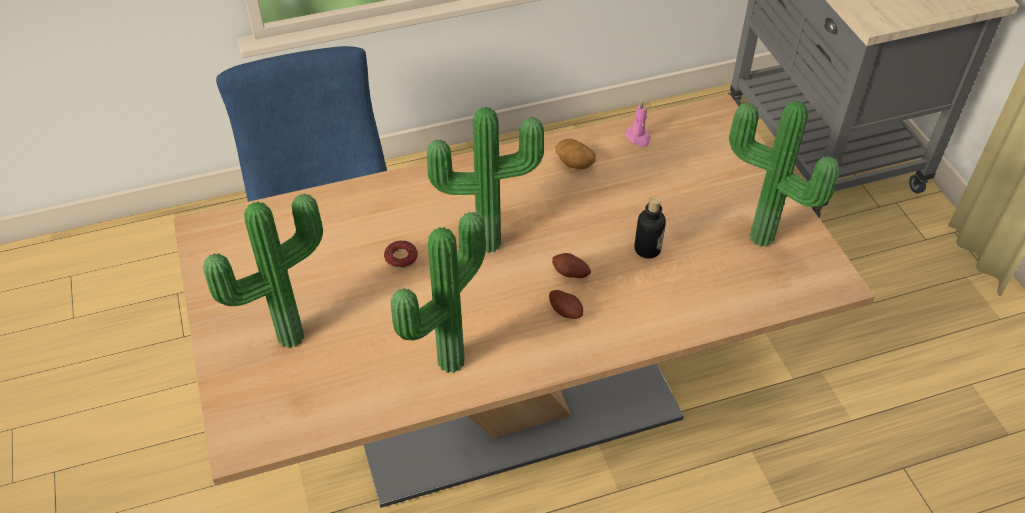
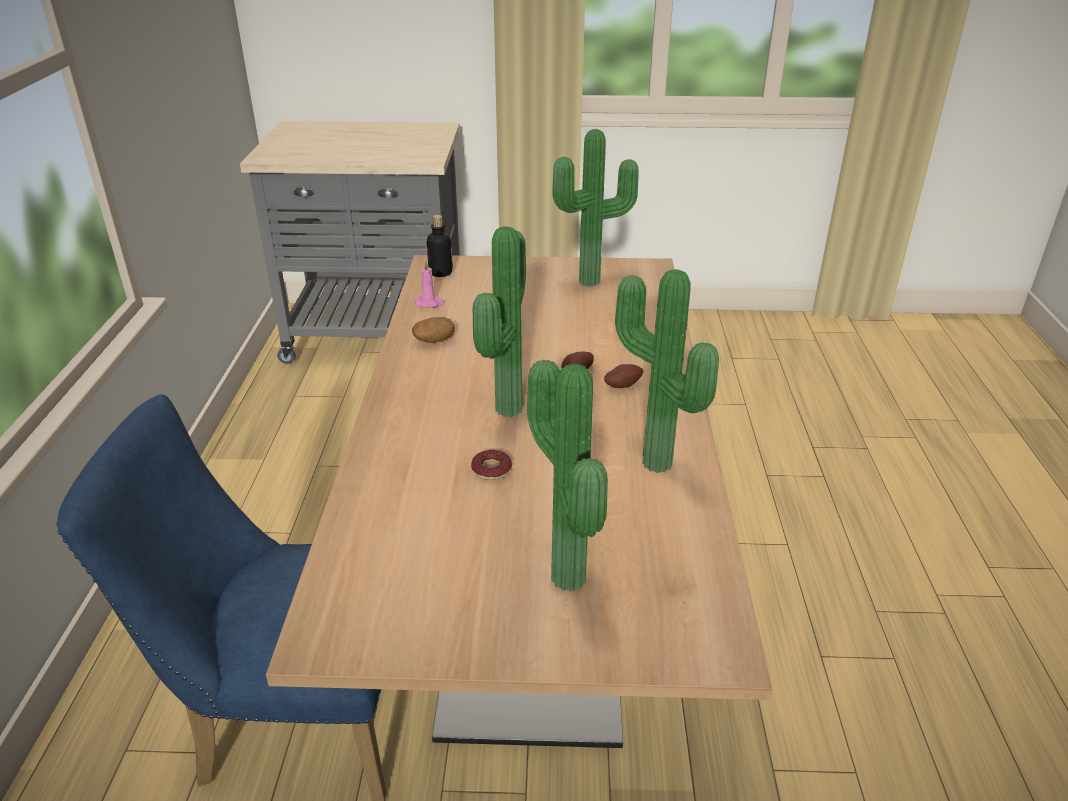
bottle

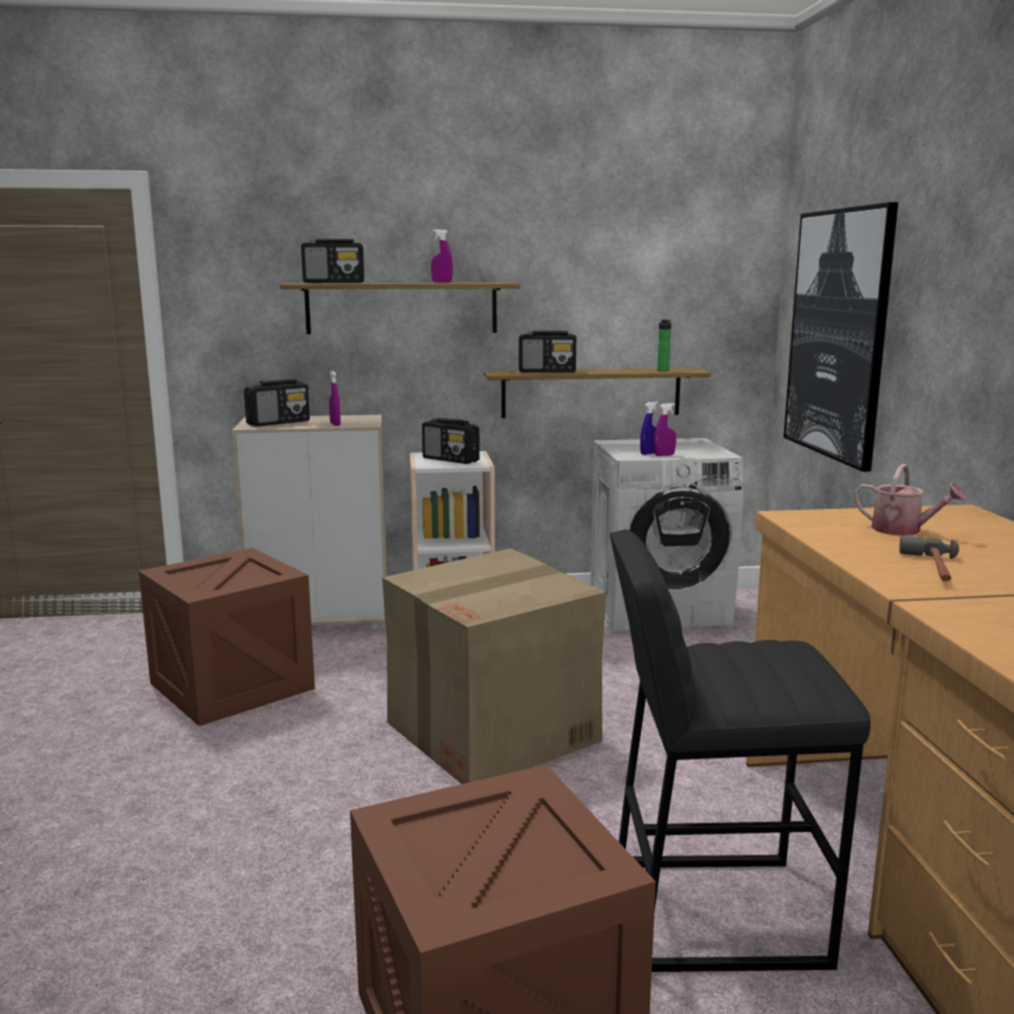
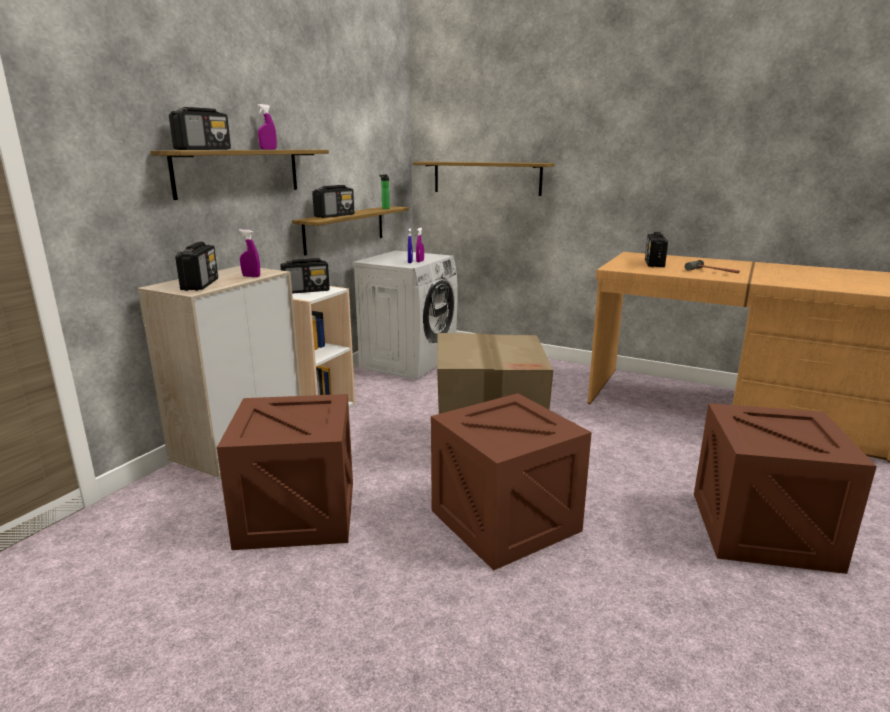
stool seat in blackish
bracket shelf (3rd from left)
radio receiver (5th from left)
shipping crate (2nd from left)

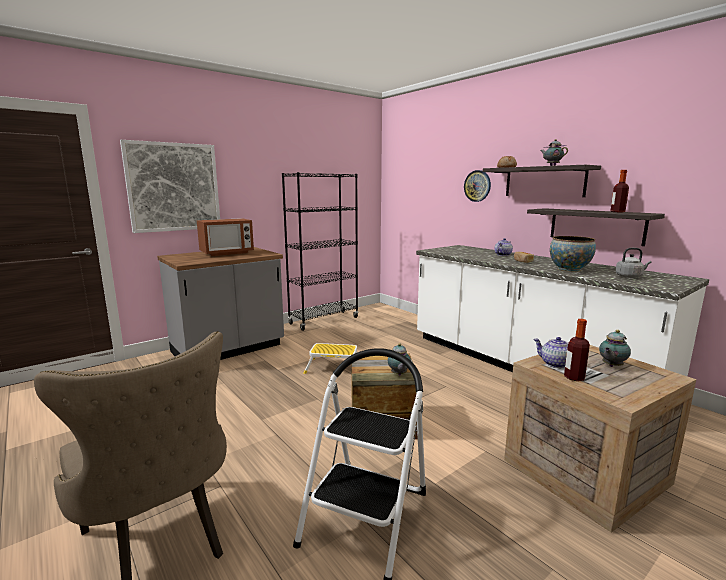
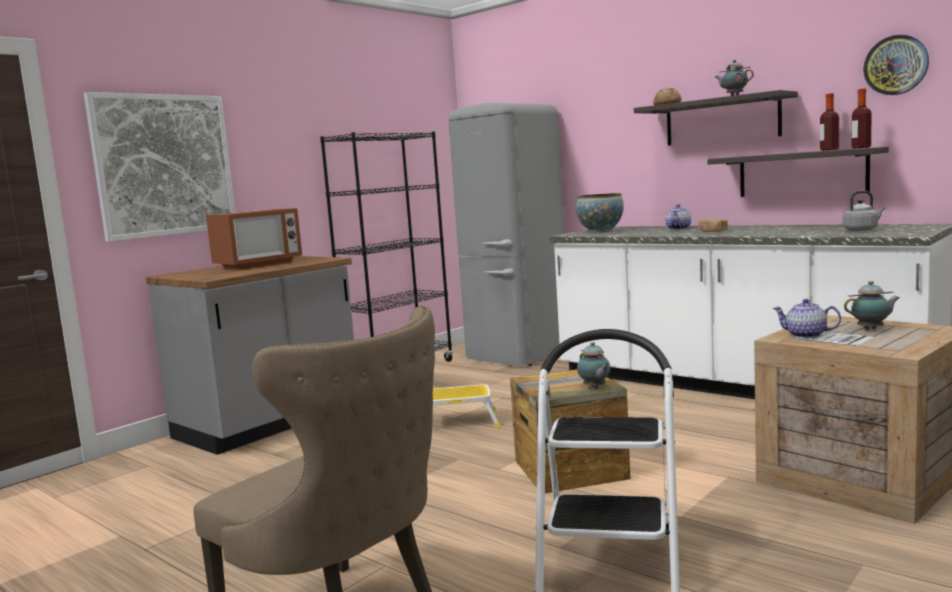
wall clock
bowl
bottle (2nd from left)
pot for tea (5th from left)
kitchen fridge in gray

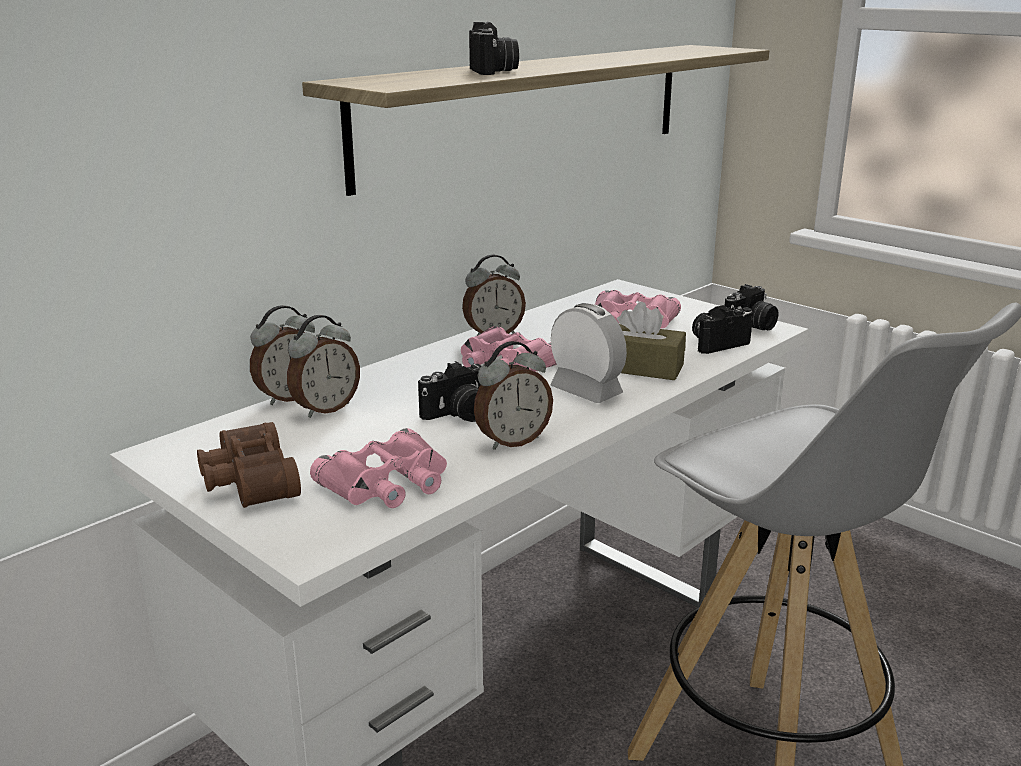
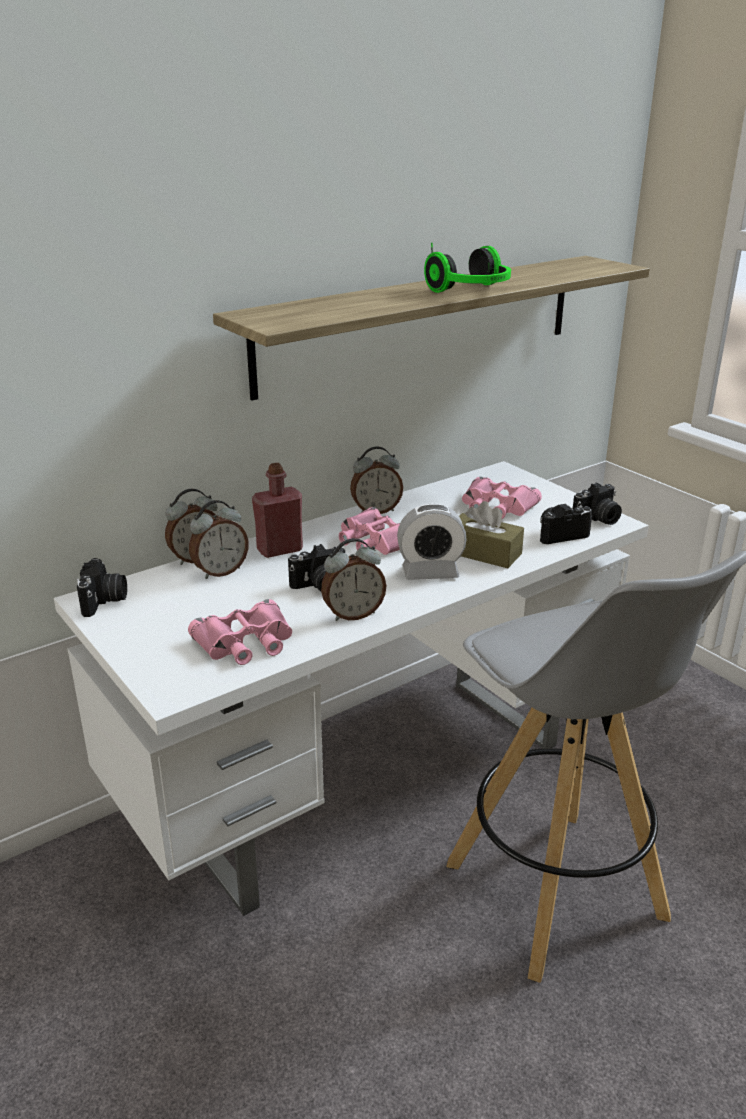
pair of binoculars in brown
still camera (1st from left)
bedside clock (5th from left)
bottle in red-coloured
headphones

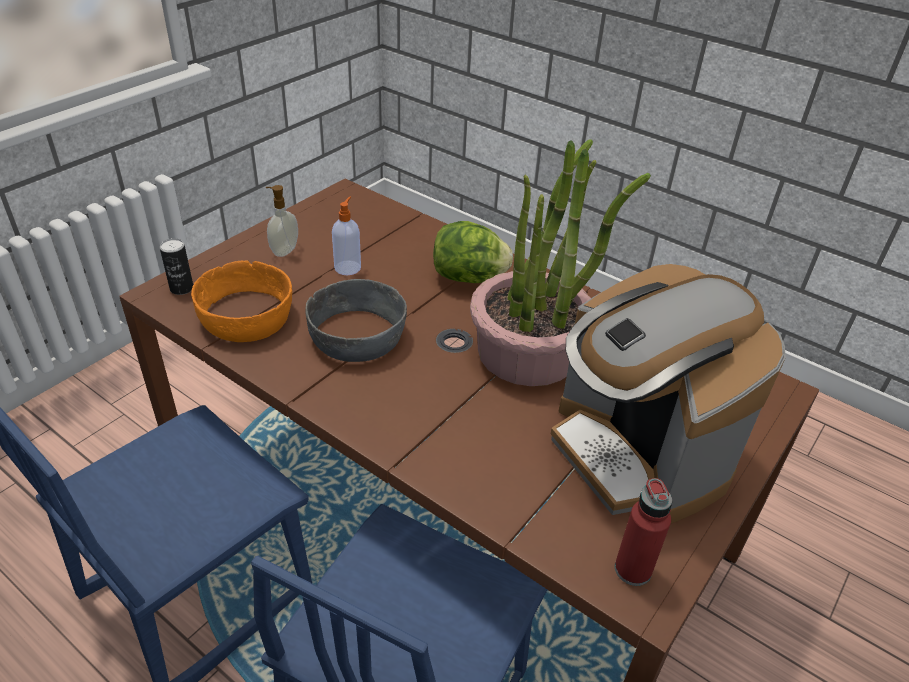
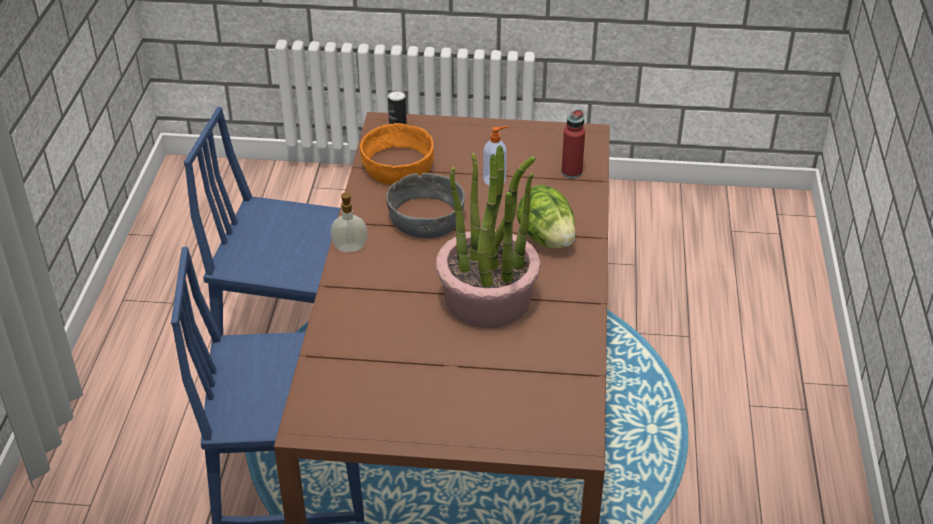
soap dispenser (1st from left)
coffee machine
bottle in red-coloured

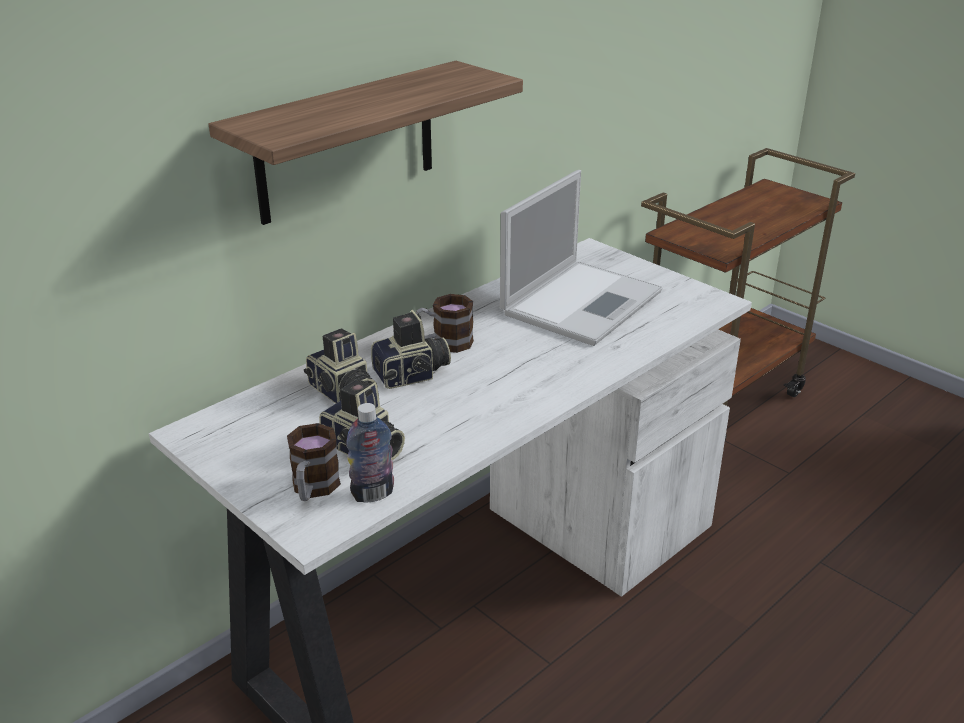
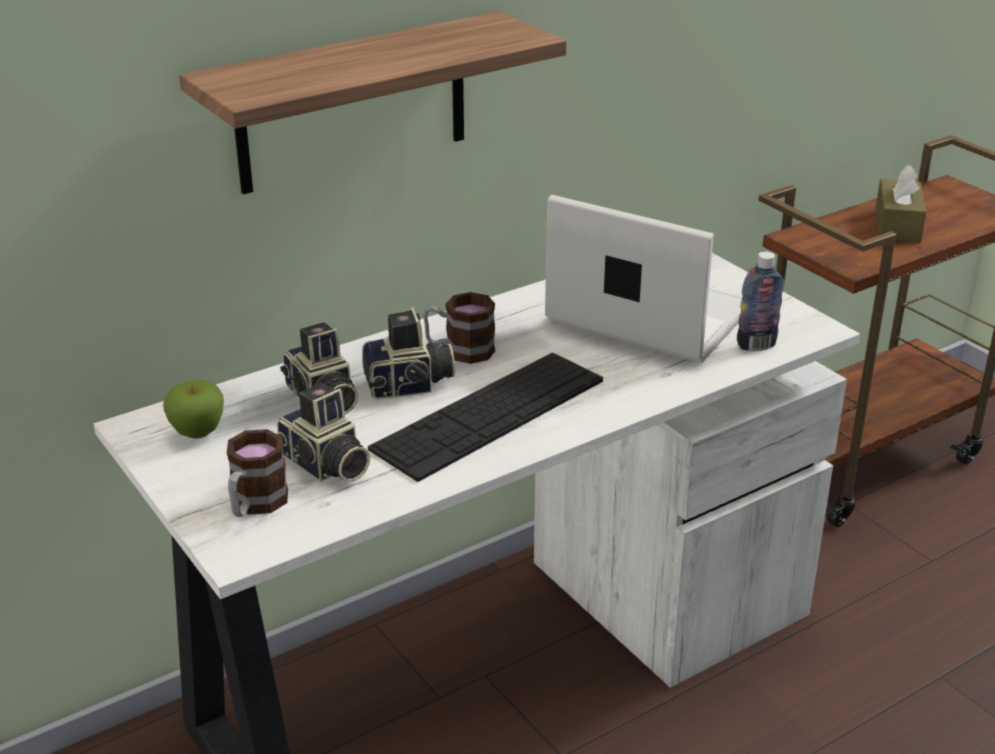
bottle
notebook computer
whole apple
keyboard
tissue box in brown

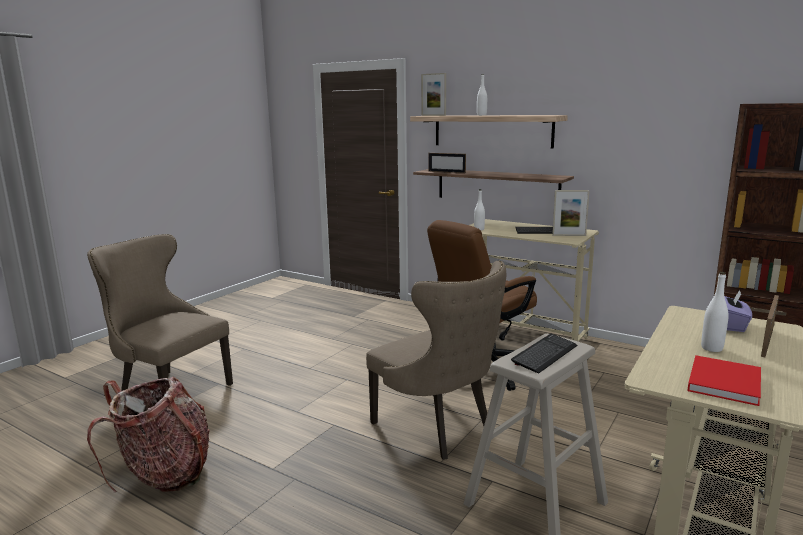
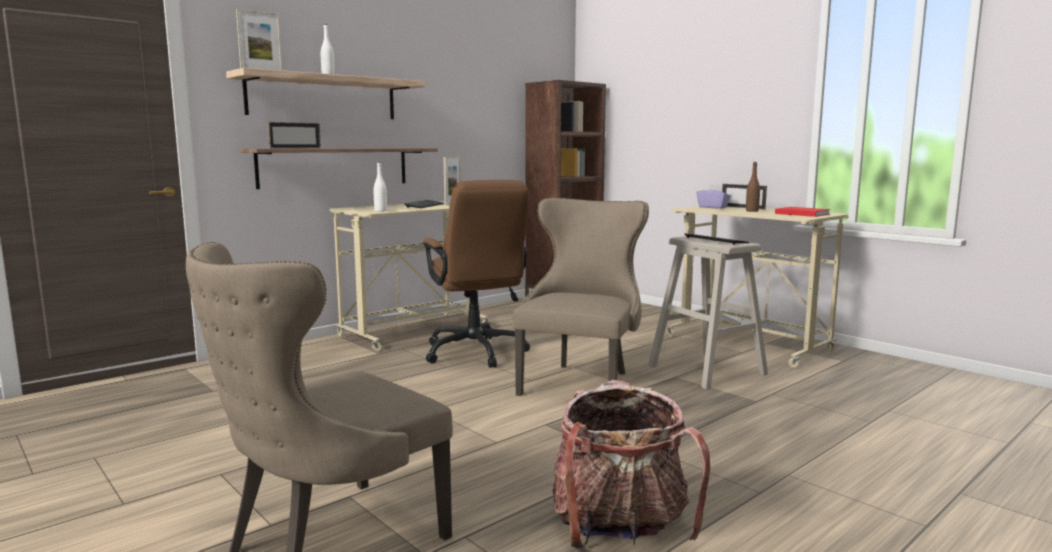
chair in beige (2nd from left)
bottle in brown

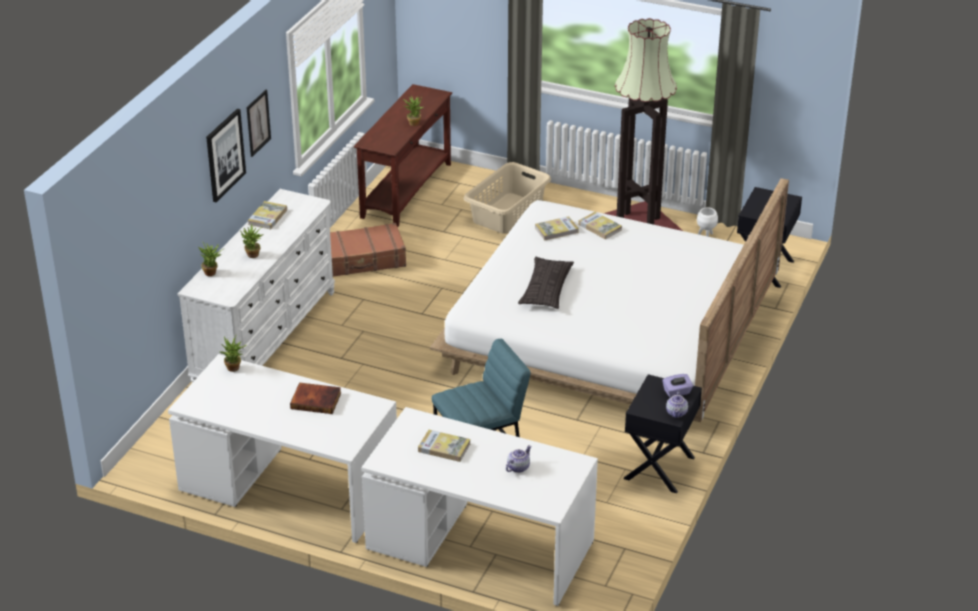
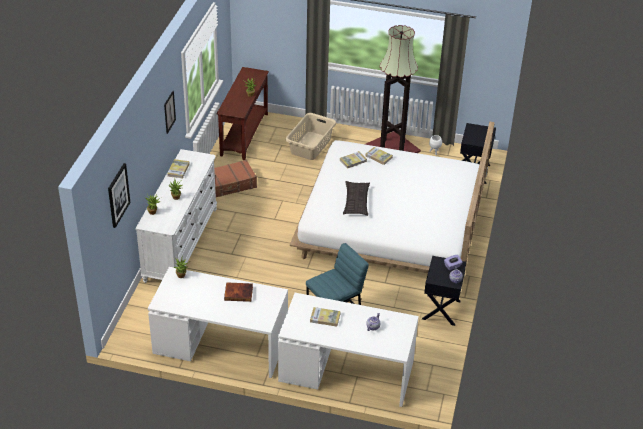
wall picture (1st from left)

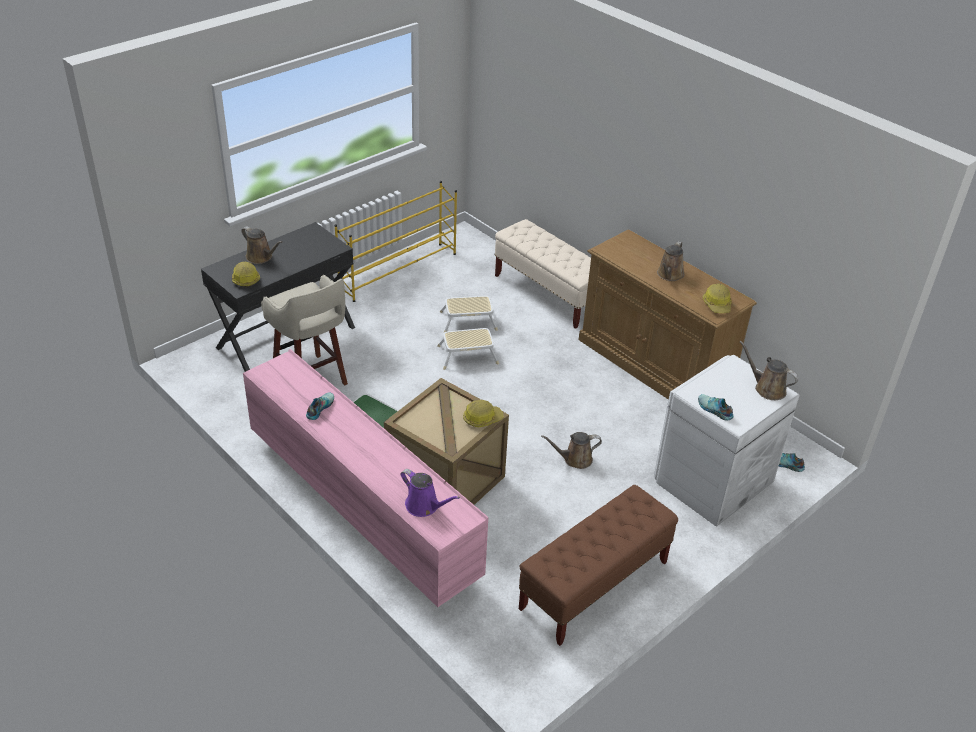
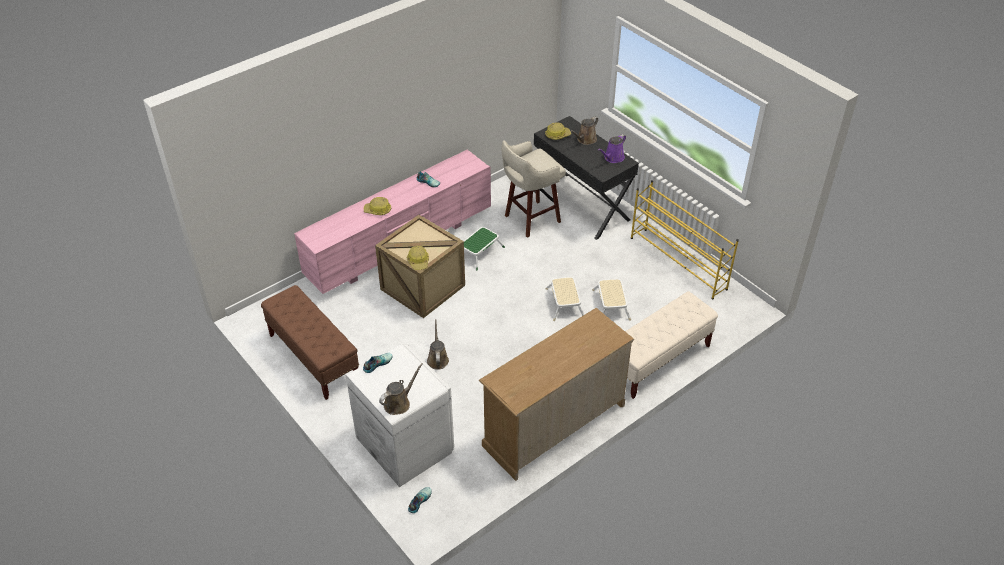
watering pot in purplish
watering pot in brown (3rd from left in the first image)
safety helmet (1st from left)

